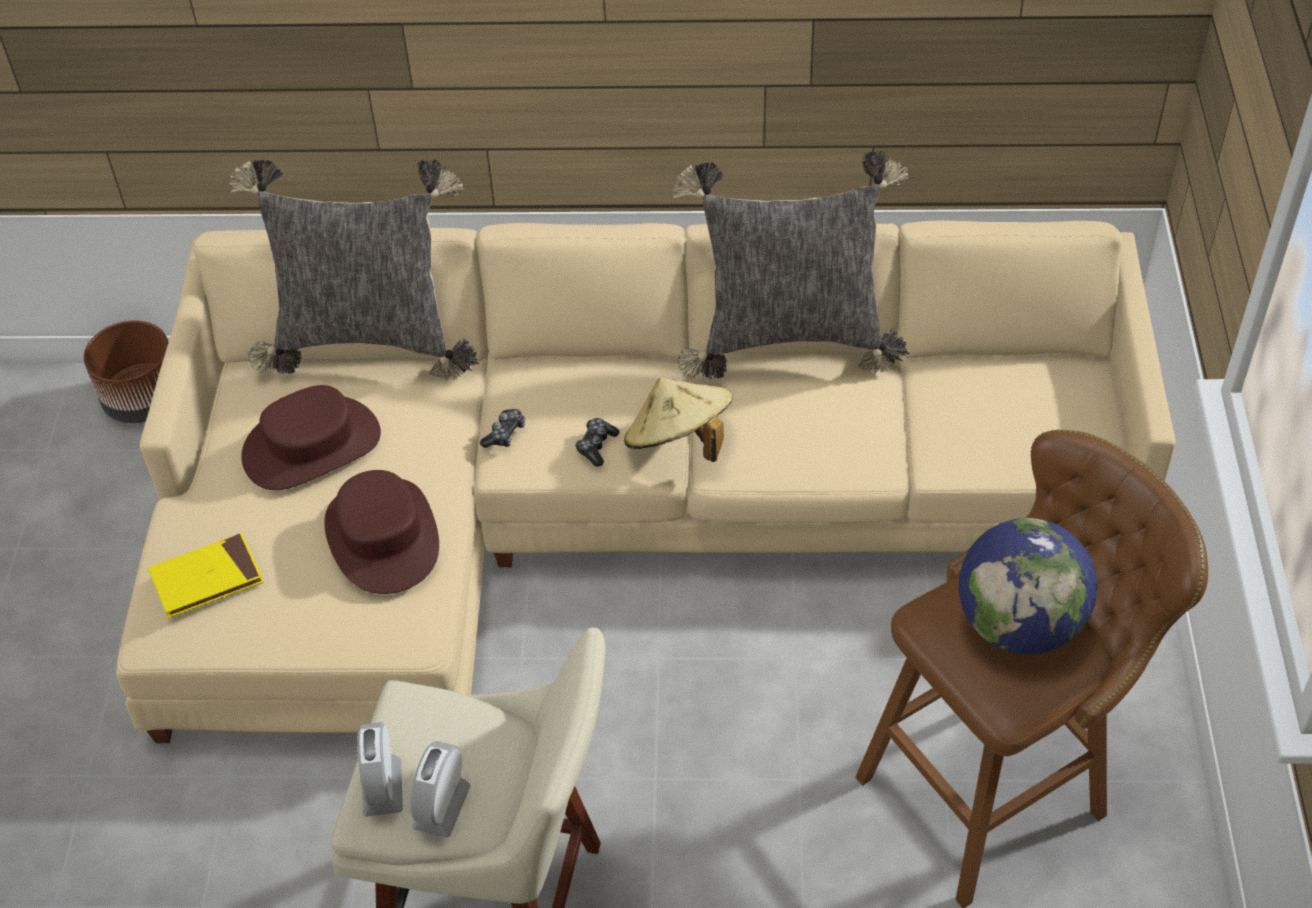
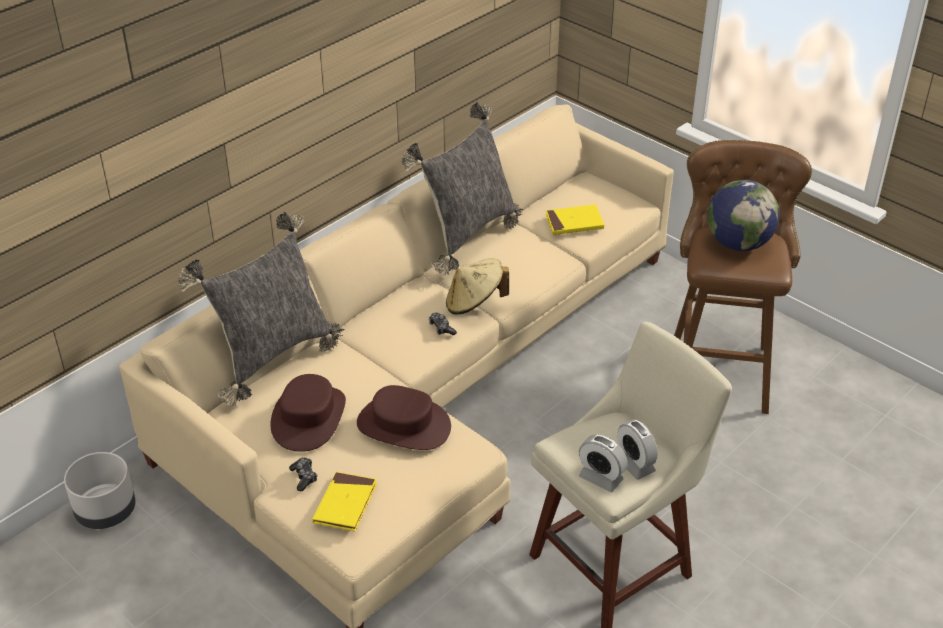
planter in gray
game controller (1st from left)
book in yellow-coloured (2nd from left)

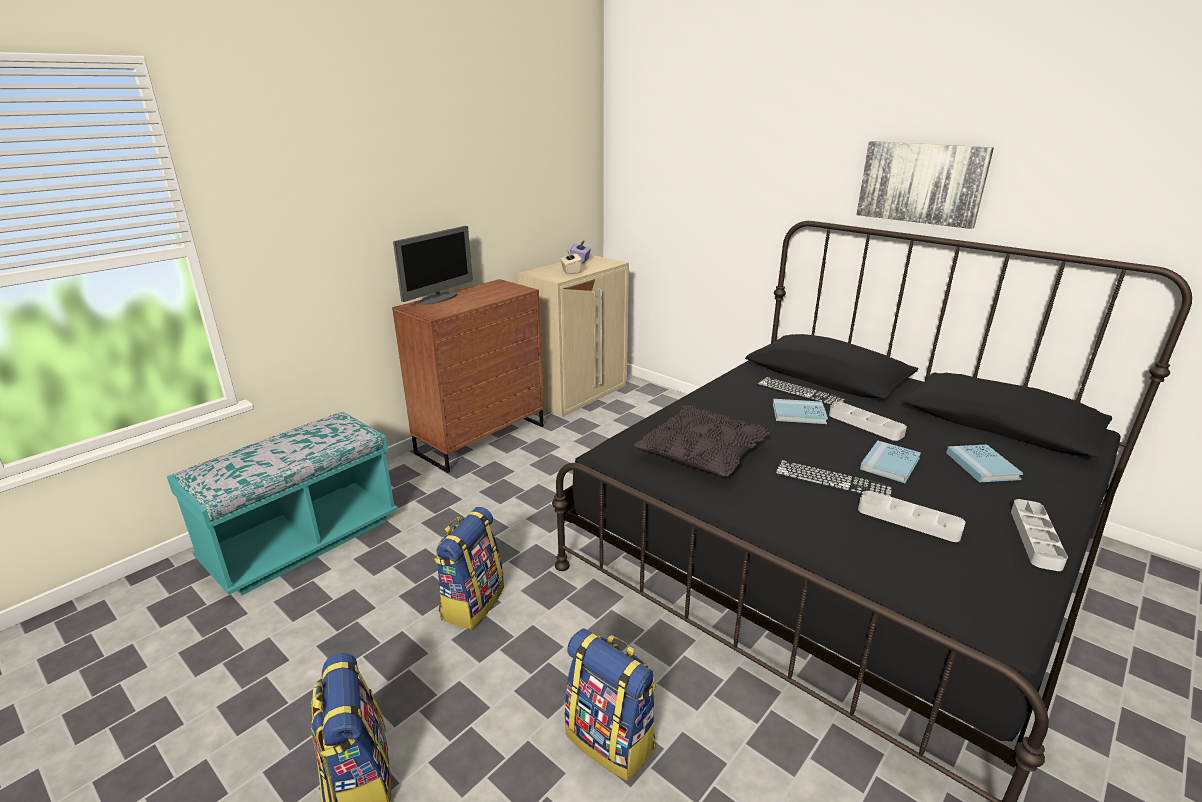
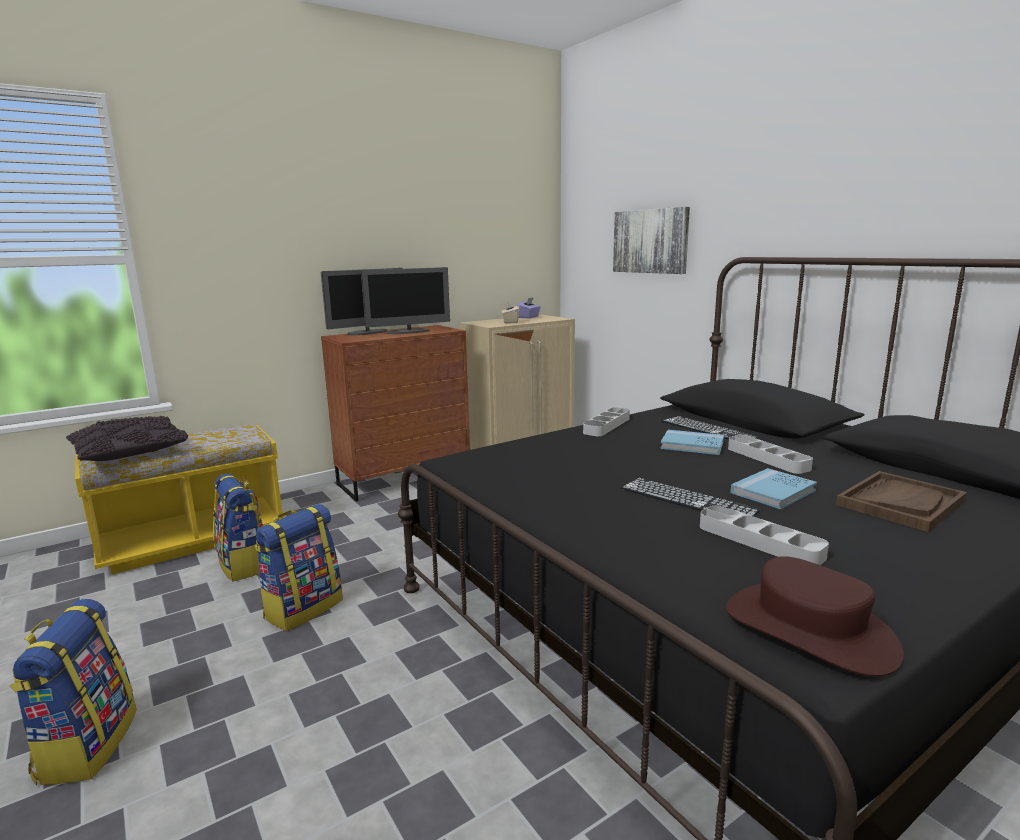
indoor bench in yellow-coloured
rucksack (2nd from left)
cushion in blackish
wall picture
serving tray in brown
serving tray in gray (1st from left)
monitor (2nd from left)
hat in brown

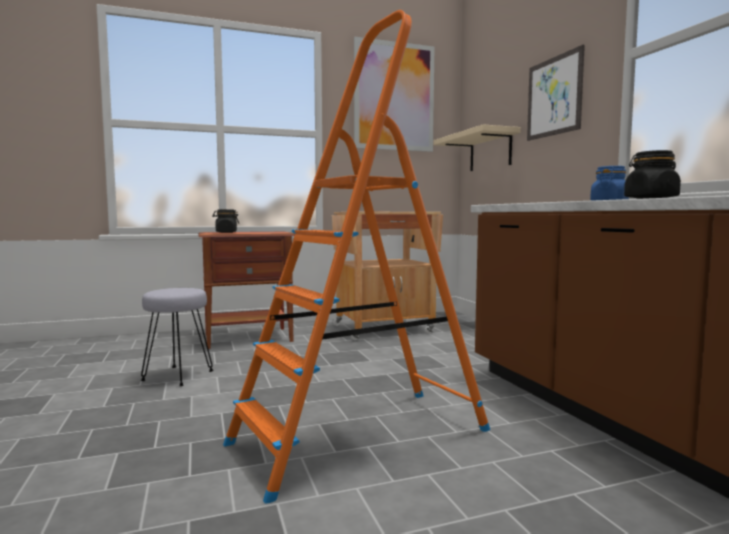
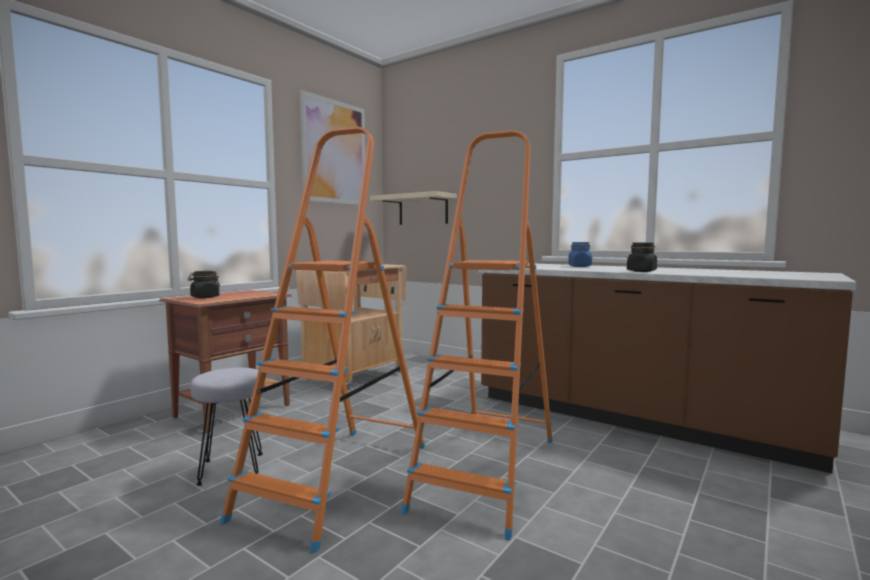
wall picture (2nd from left in the first image)
step ladder in orange-coloured (1st from left)

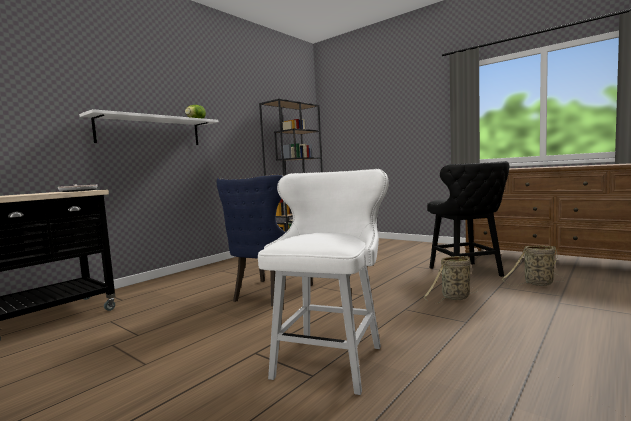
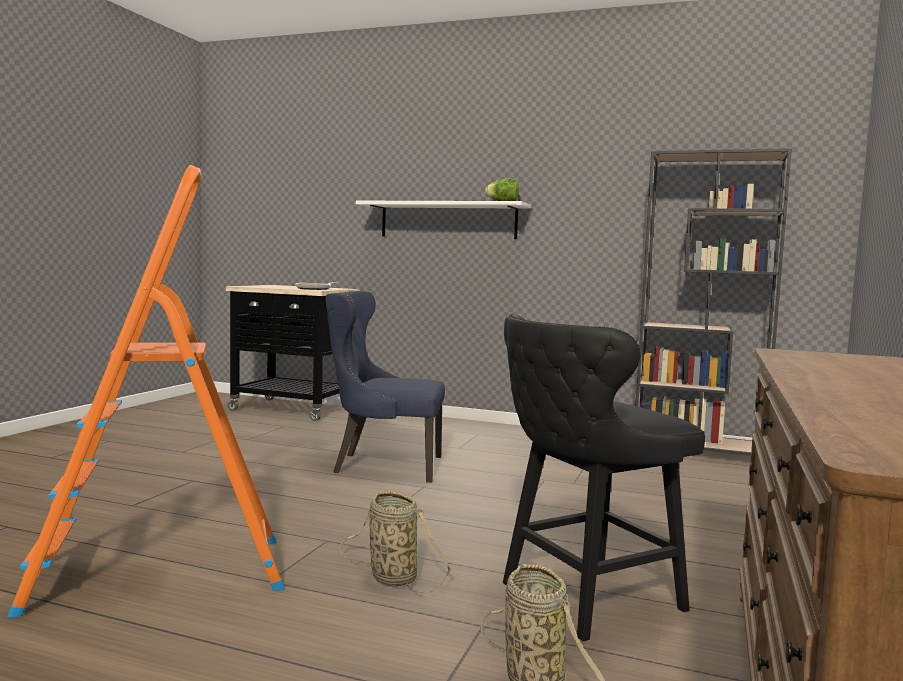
stool seat in white-coloured
step ladder in orange-coloured

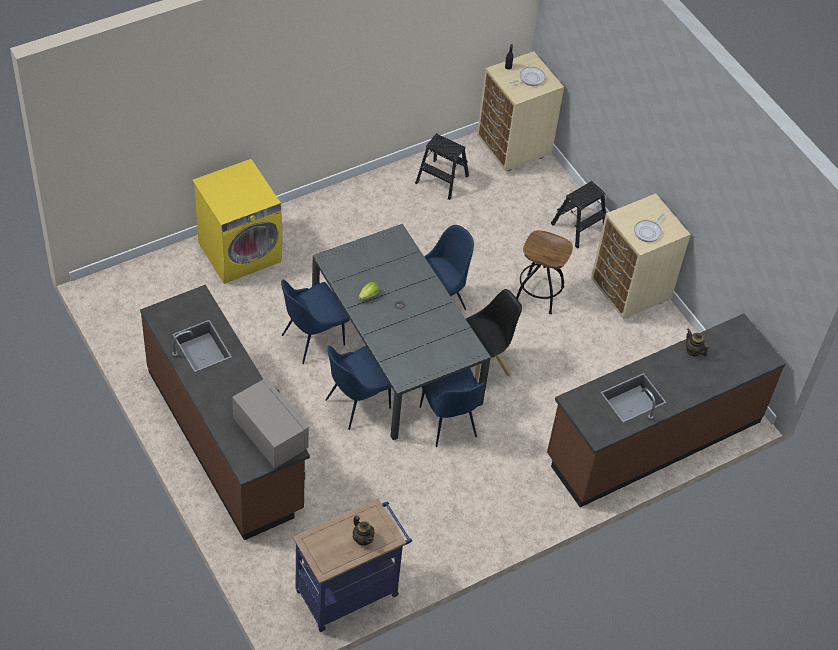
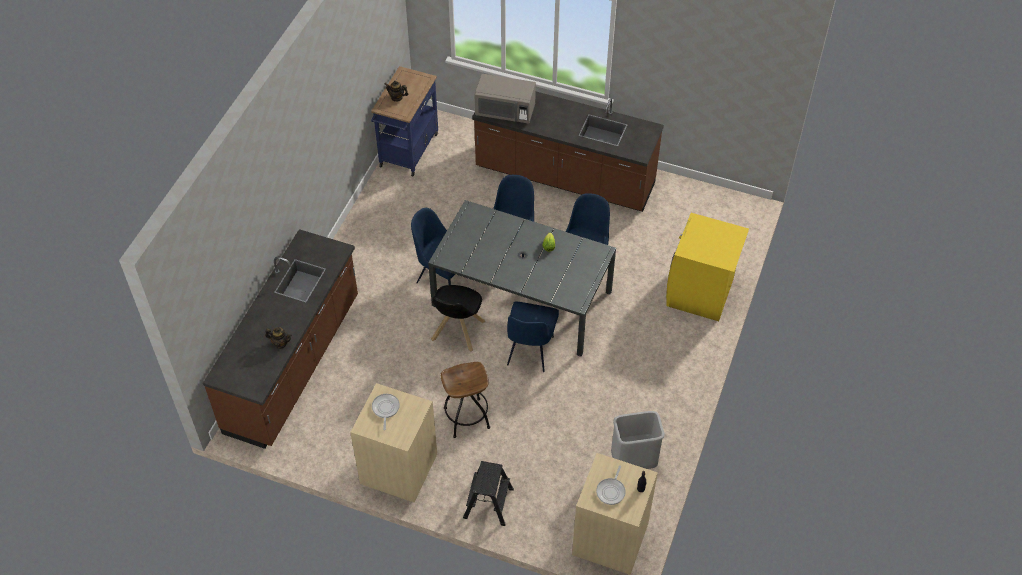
waste bin in gray

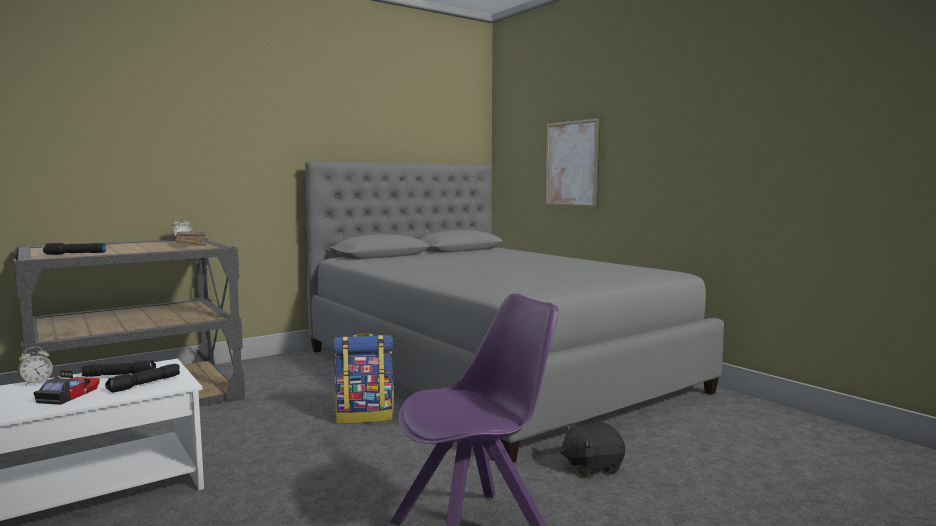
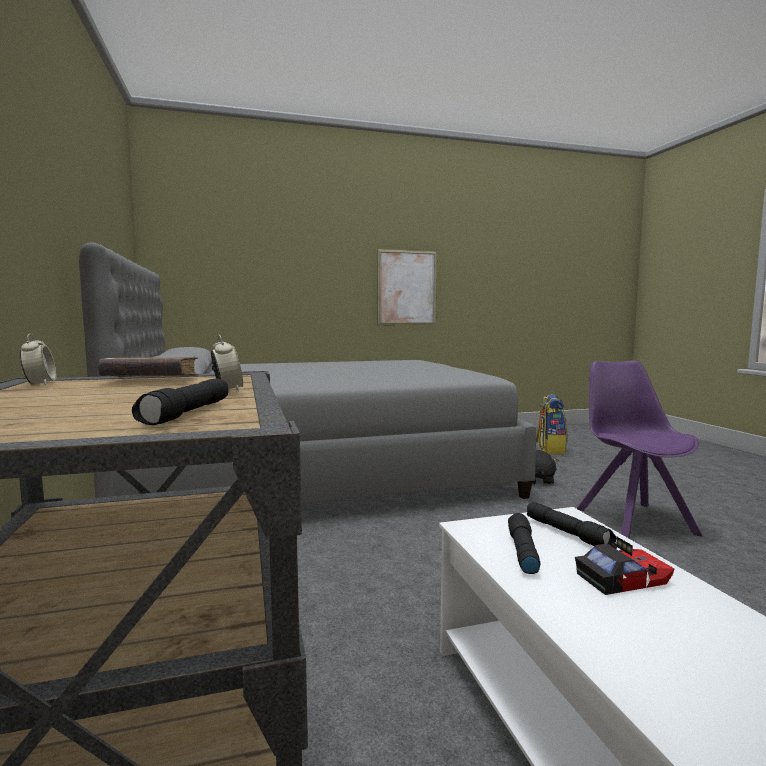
bedside clock (2nd from left)
toy car
rucksack
wall picture

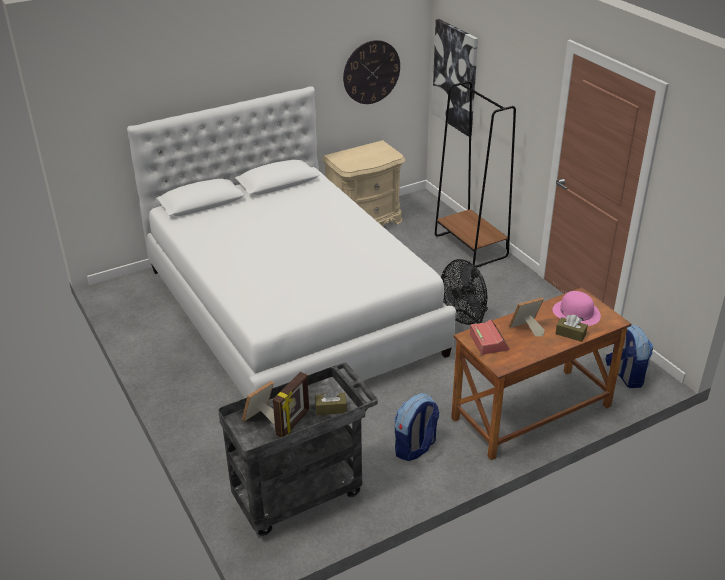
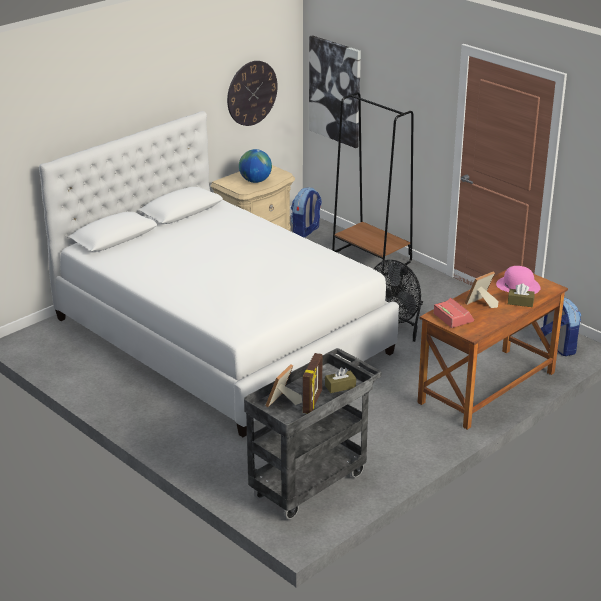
rucksack (1st from left)
desk globe

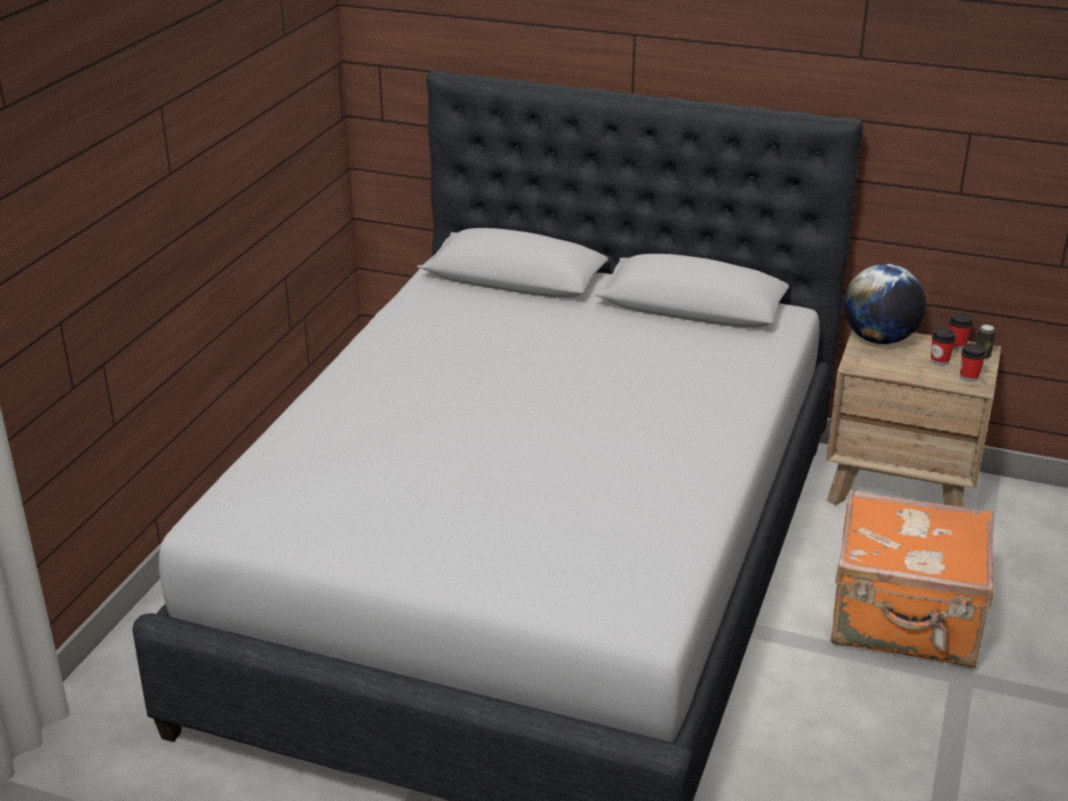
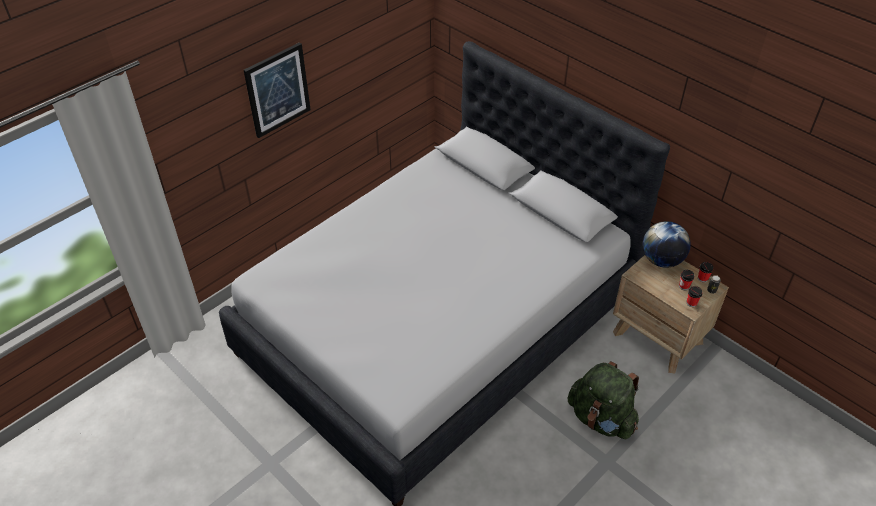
rucksack in green-coloured
wall picture

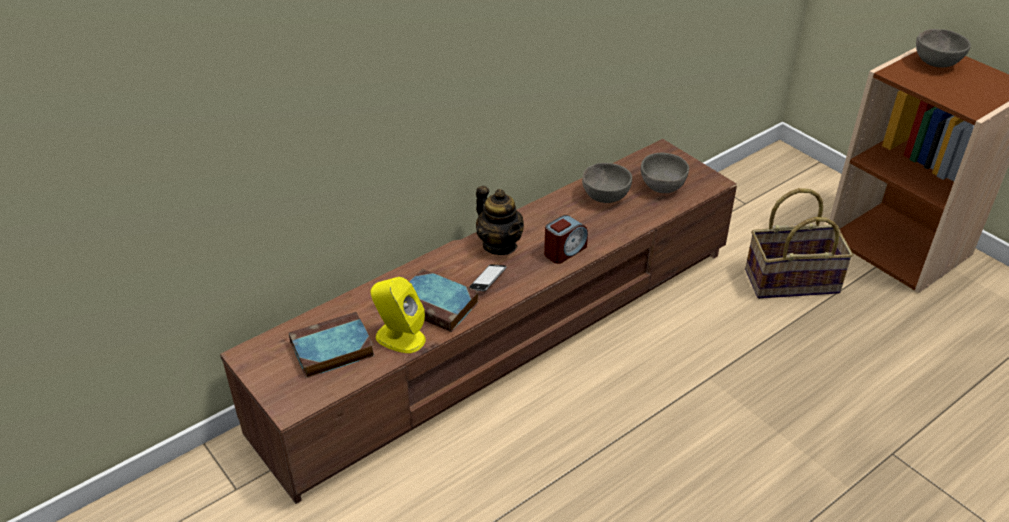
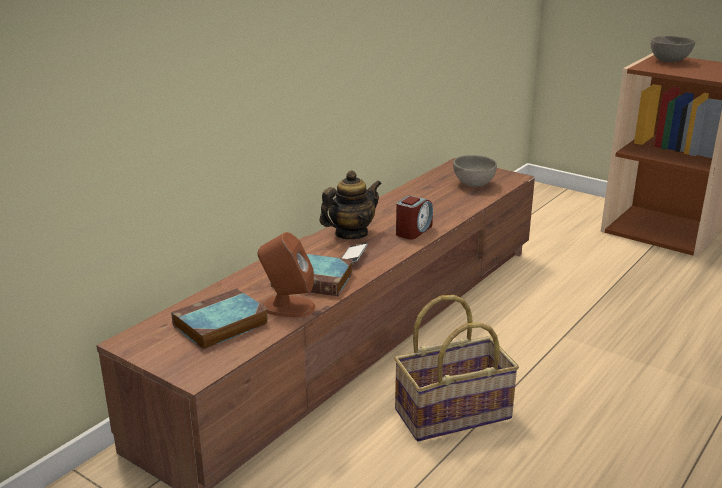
loudspeaker in brown
pot for tea
bowl in gray (1st from left in the first image)
household basket

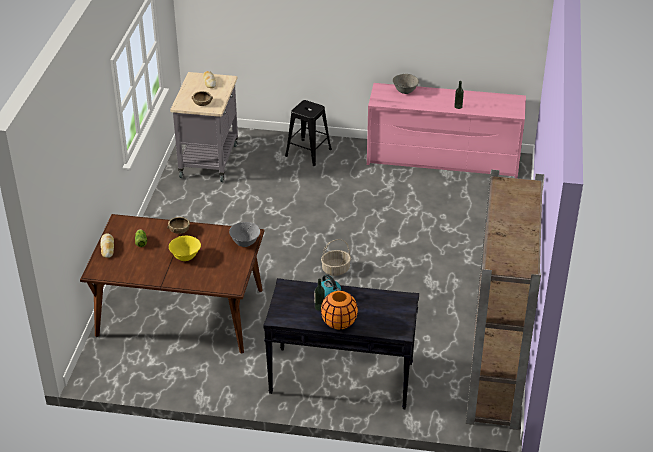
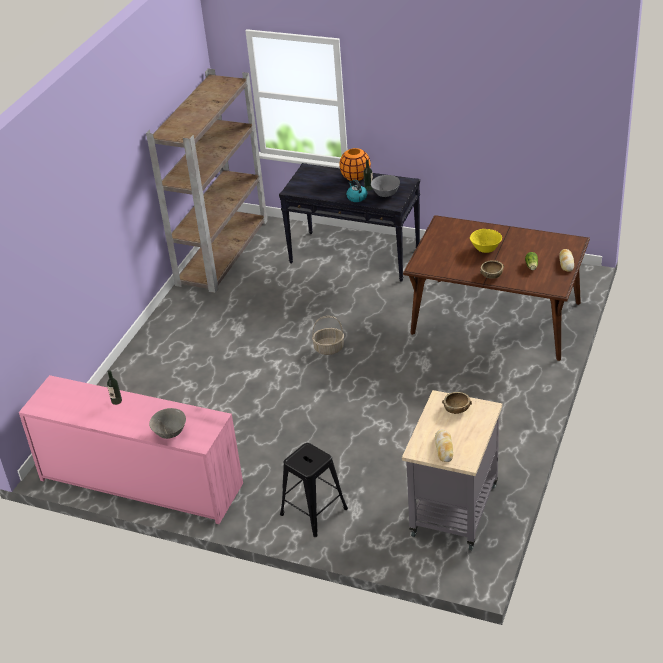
bowl in gray (2nd from left)

